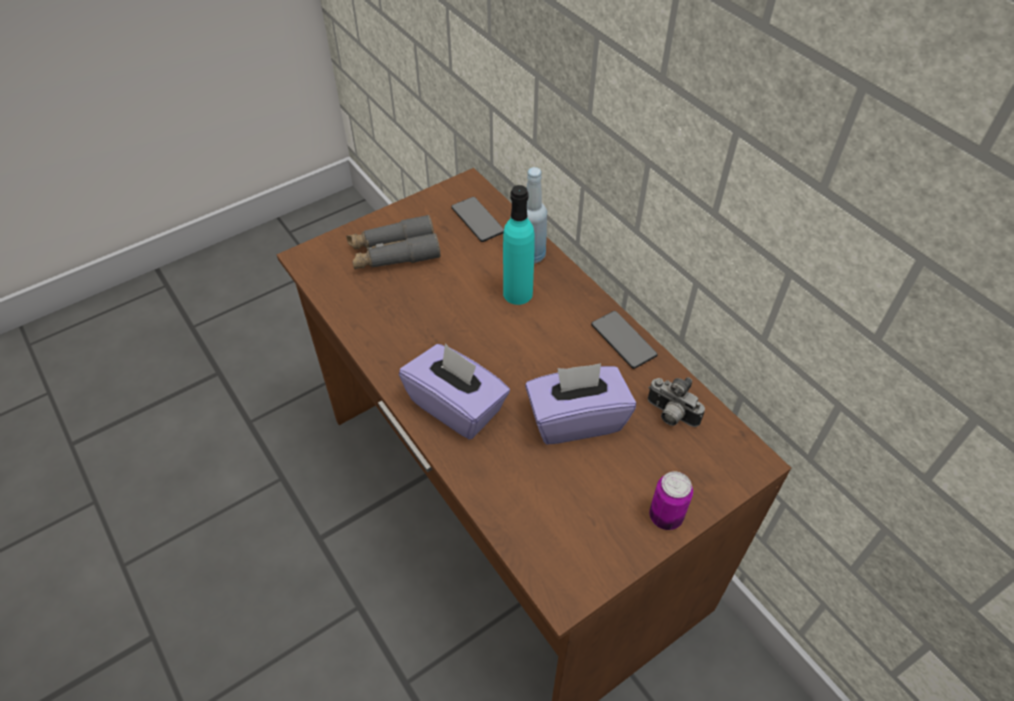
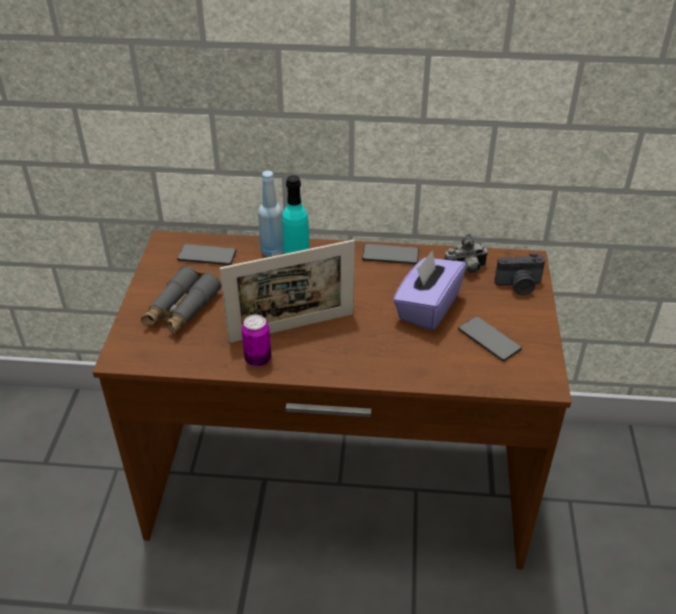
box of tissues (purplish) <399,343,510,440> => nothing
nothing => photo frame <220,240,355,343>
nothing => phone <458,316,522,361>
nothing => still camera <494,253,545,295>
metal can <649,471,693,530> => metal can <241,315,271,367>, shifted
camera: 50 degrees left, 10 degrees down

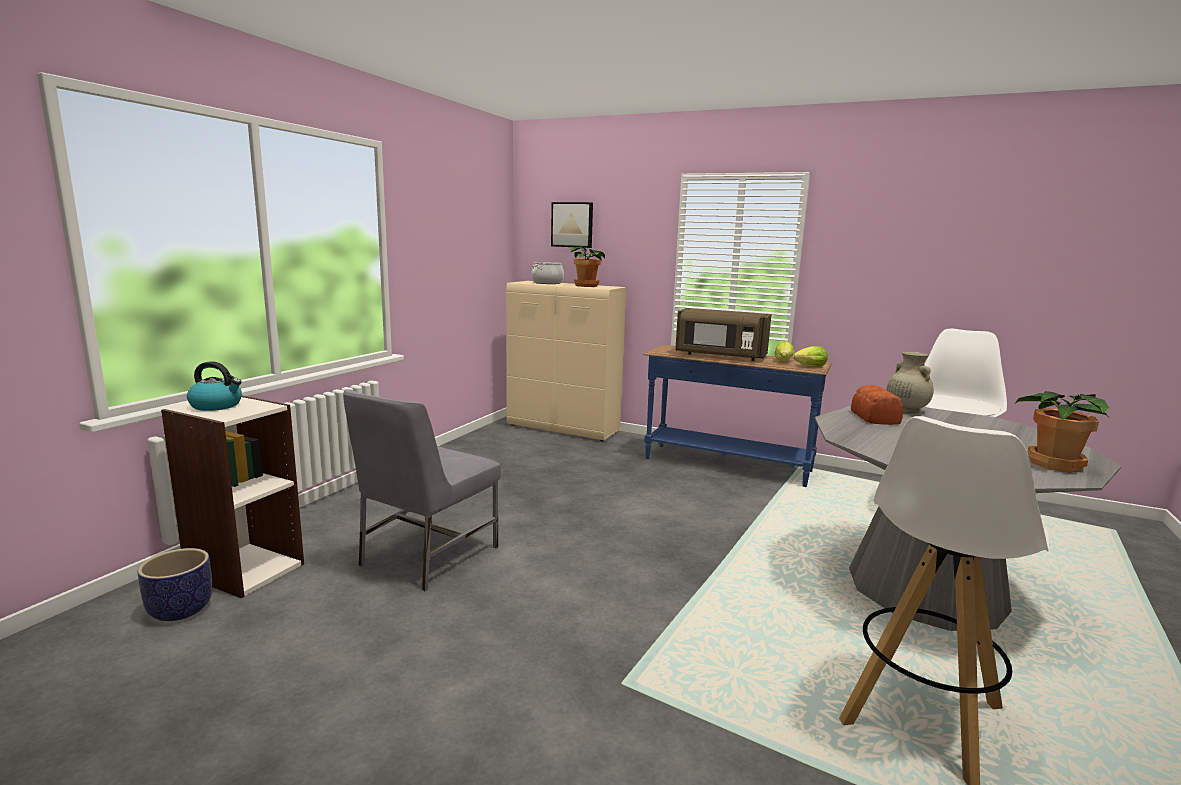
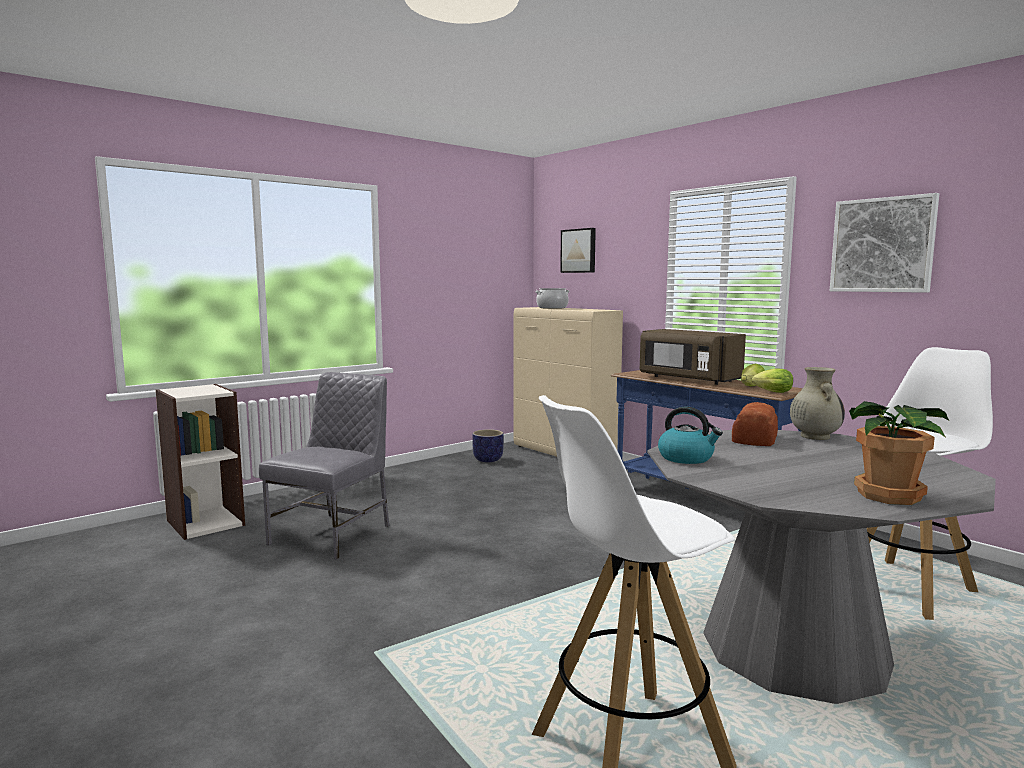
plant in a pot <571,247,605,287> => nothing
nothing => wall art <830,193,939,293>
planter <138,548,212,621> => planter <472,429,504,462>, shifted
water kettle <187,361,242,411> => water kettle <658,407,723,464>, shifted
chair (grey) <343,389,501,591> => chair (grey) <259,372,390,560>, 150 degrees clockwise
camera: 25 degrees right, 5 degrees down

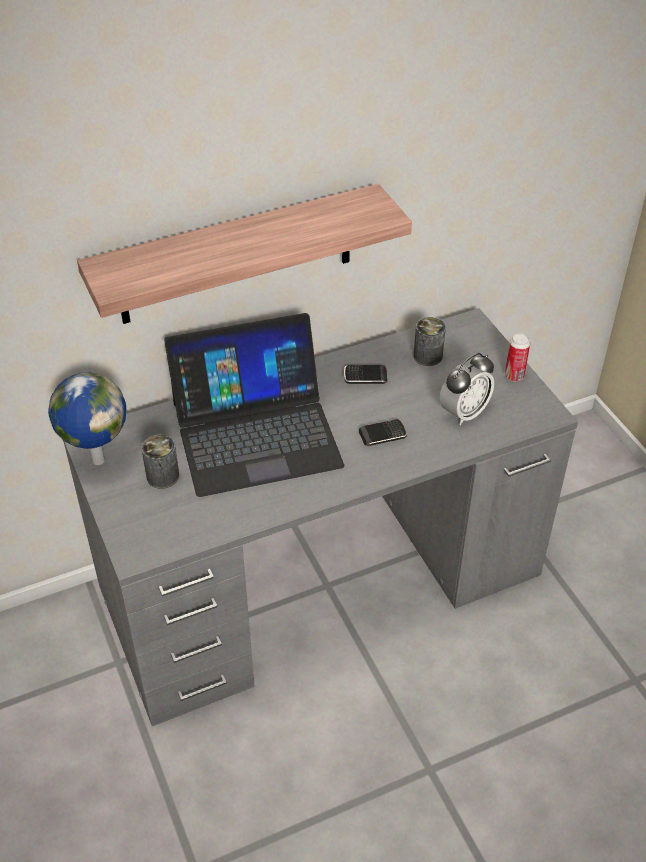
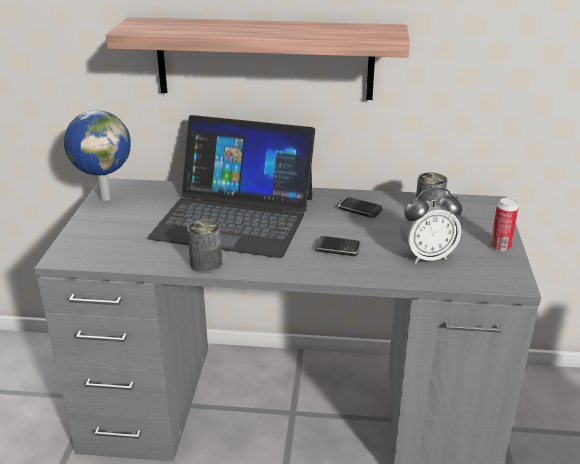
metal can <142,435,179,489> => metal can <187,219,222,273>, shifted
camera: 30 degrees right, 15 degrees down

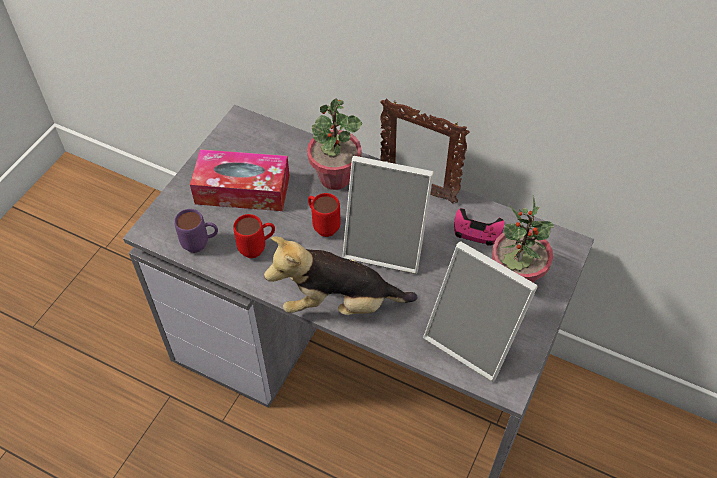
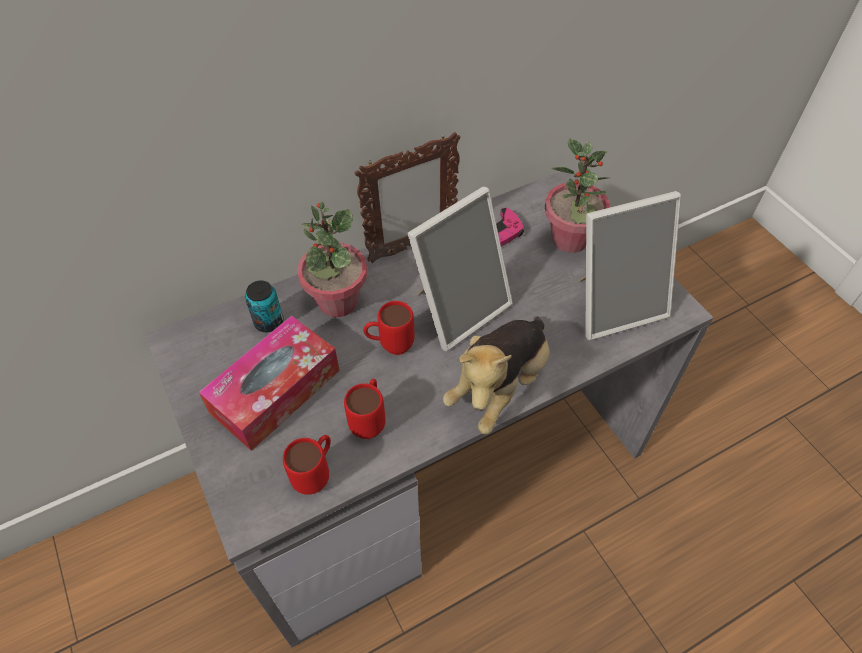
nothing => metal can <245,281,283,332>
tea mug (purplish) <174,209,218,253> => tea mug (red-coloured) <283,435,331,495>
camera: 55 degrees left, 0 degrees up

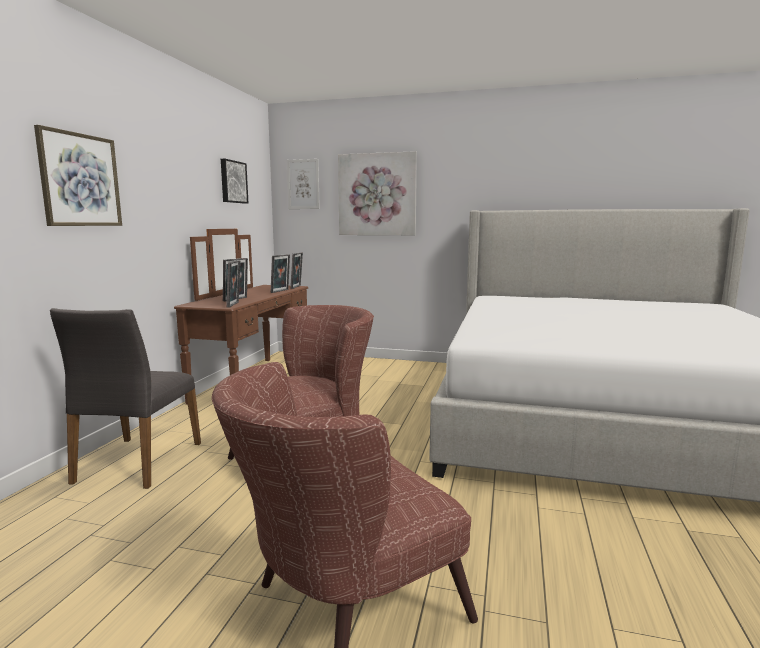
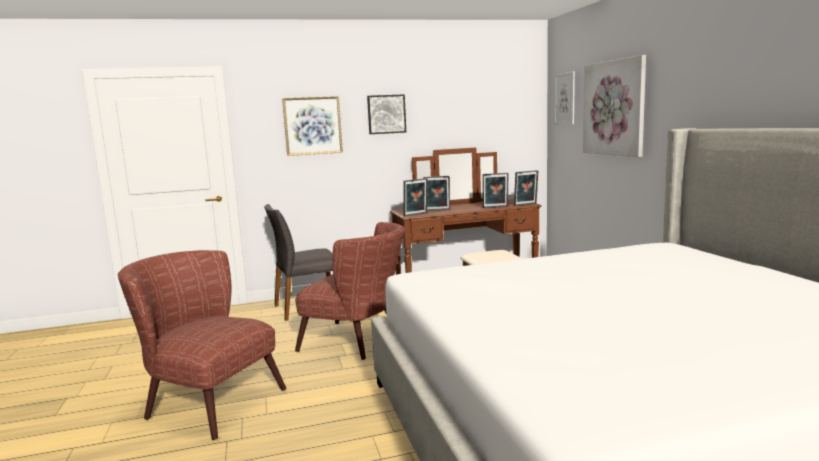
wall art <221,159,248,204> => wall art <367,94,406,134>, shifted
camera: 60 degrees right, 0 degrees up

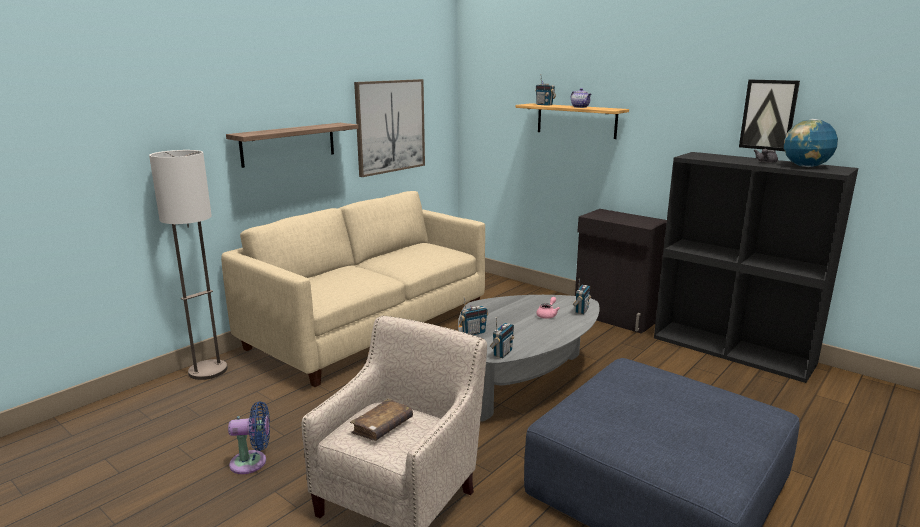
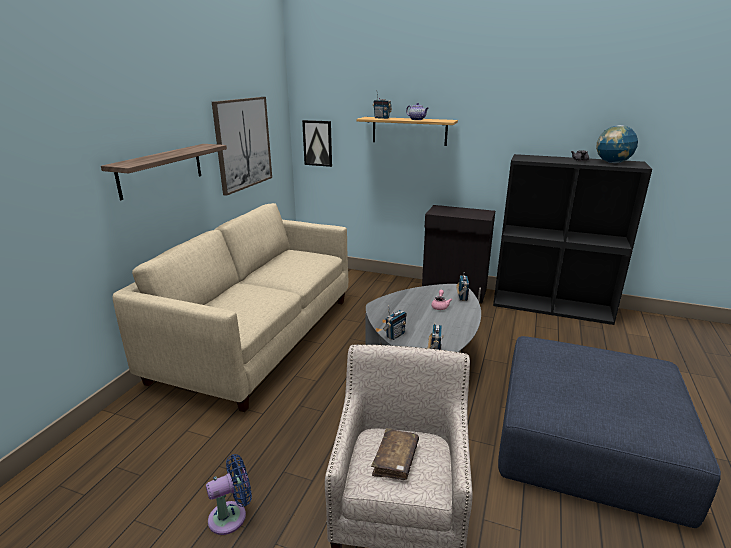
floor lamp <149,150,228,380> => nothing
wall art <739,80,800,151> => wall art <302,120,332,167>, shifted
camera: 20 degrees left, 5 degrees up

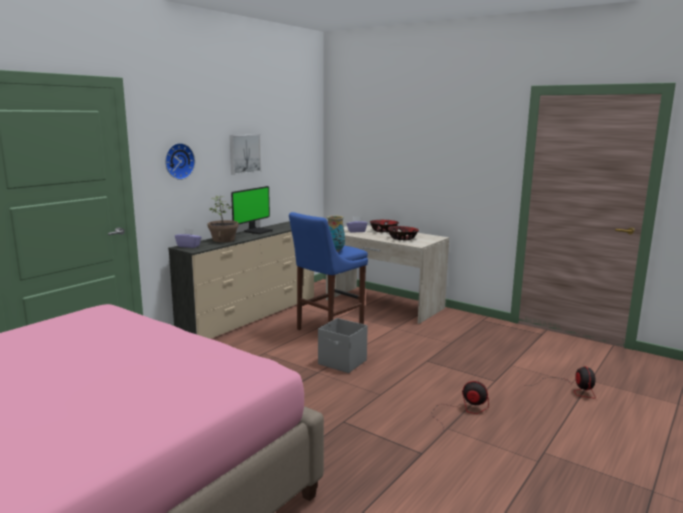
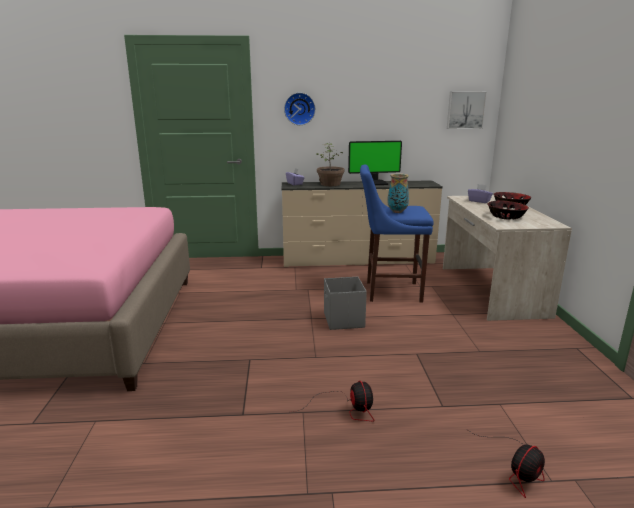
wall art <229,135,261,175> => wall art <447,91,487,129>, shifted
camera: 50 degrees right, 5 degrees up

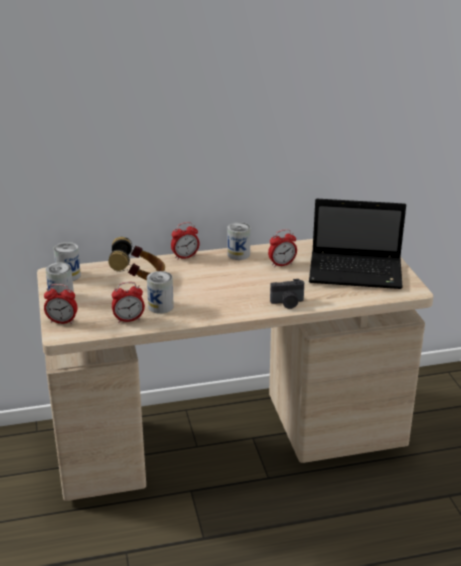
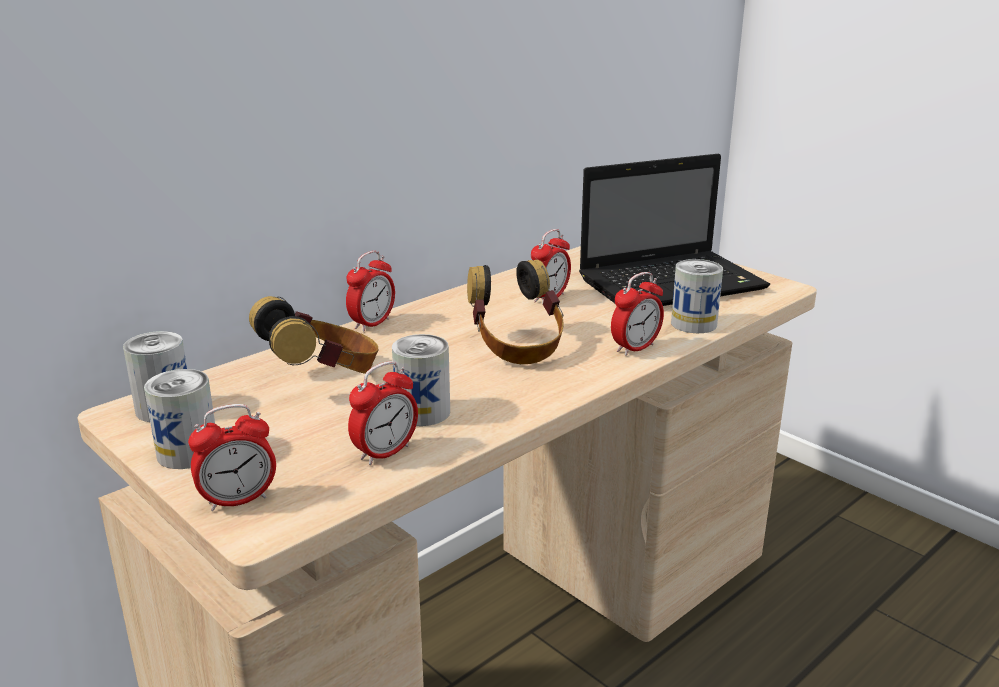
nothing => headphones <467,259,564,364>
metal can <227,222,251,260> => metal can <671,259,723,333>, shifted
still camera <270,279,304,309> => table clock <611,272,664,356>
camera: 30 degrees left, 5 degrees down

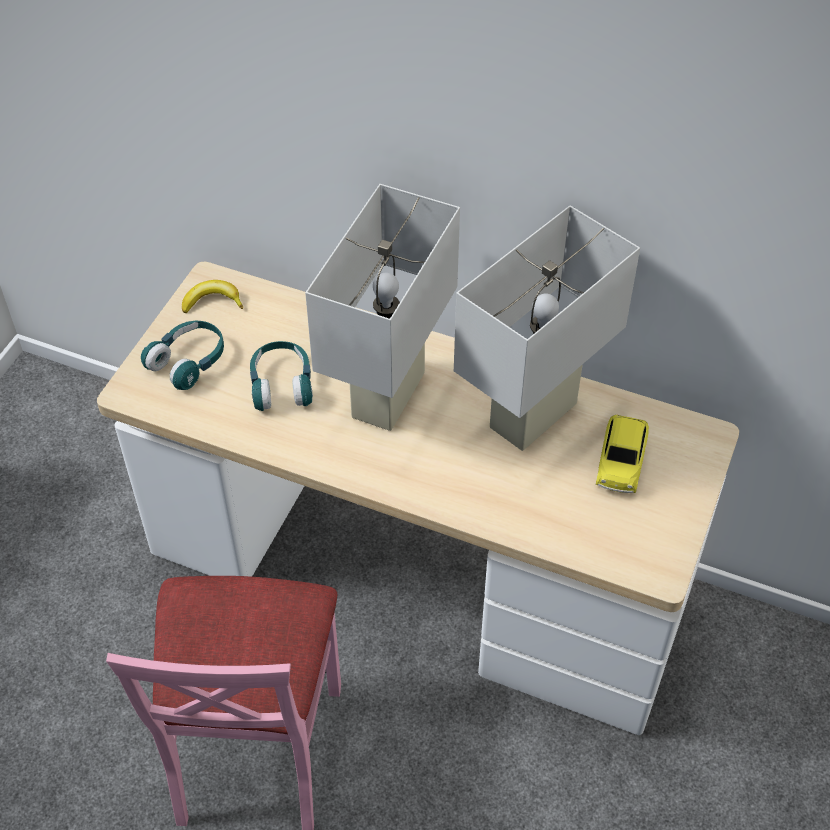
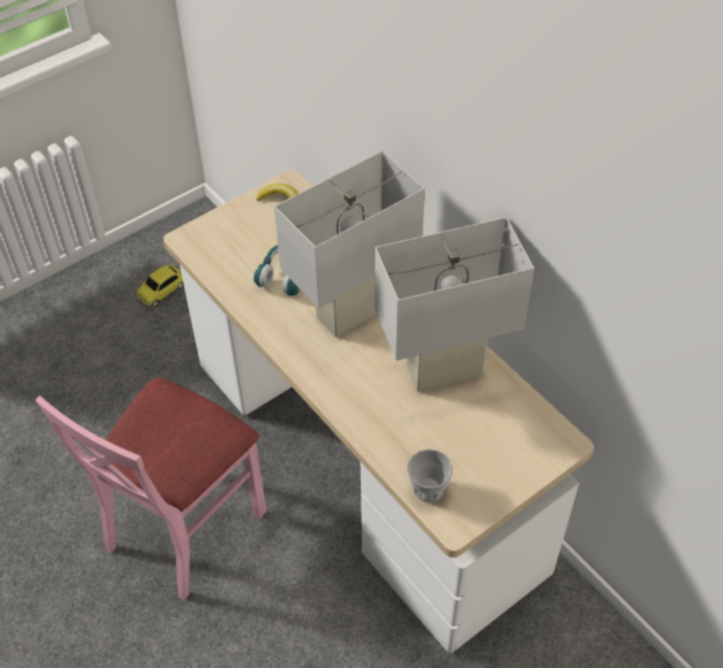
headphones (turquoise) <141,321,224,390> => nothing
nothing => small cup <407,449,453,502>
model car <596,414,649,493> => model car <136,265,184,307>, shifted
camera: 30 degrees right, 0 degrees up

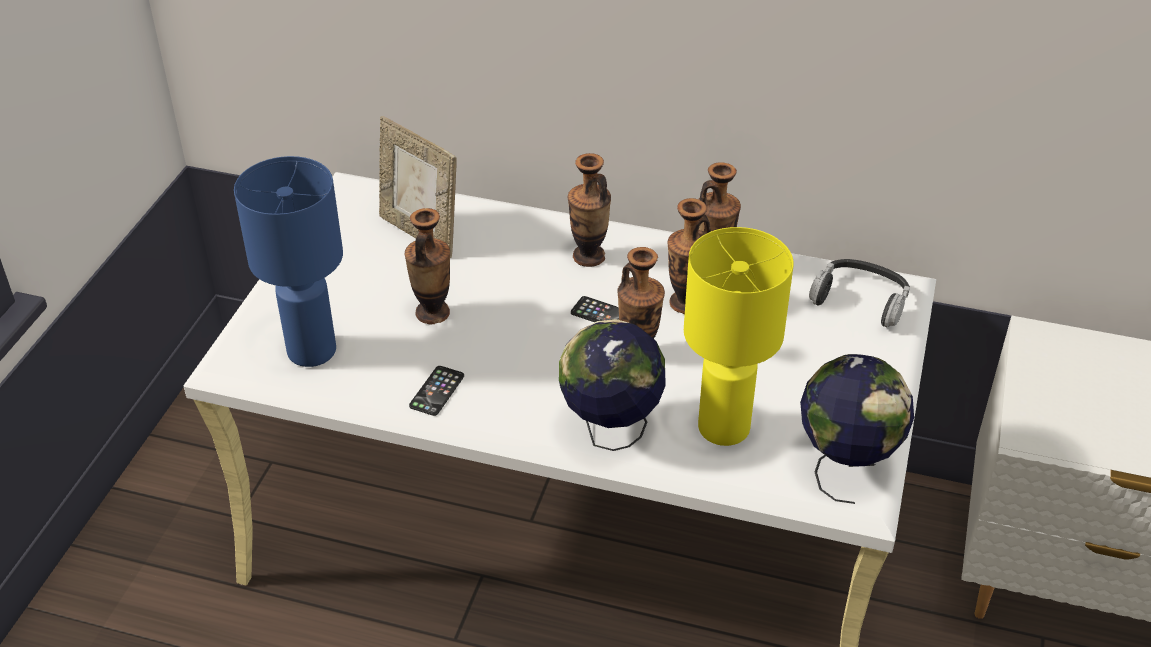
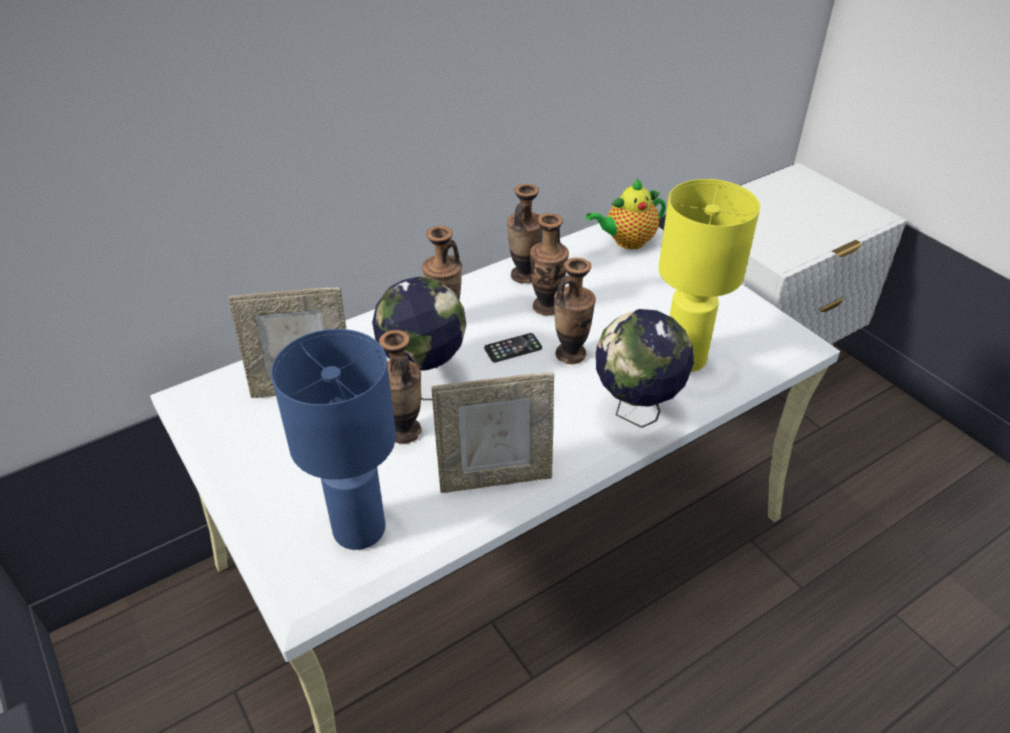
world globe <800,354,914,504> => world globe <372,277,466,400>, shifted
phone <409,366,464,416> => photo frame <431,372,554,493>
headphones <809,259,910,328> => teapot <586,178,666,249>
camera: 50 degrees left, 0 degrees up

